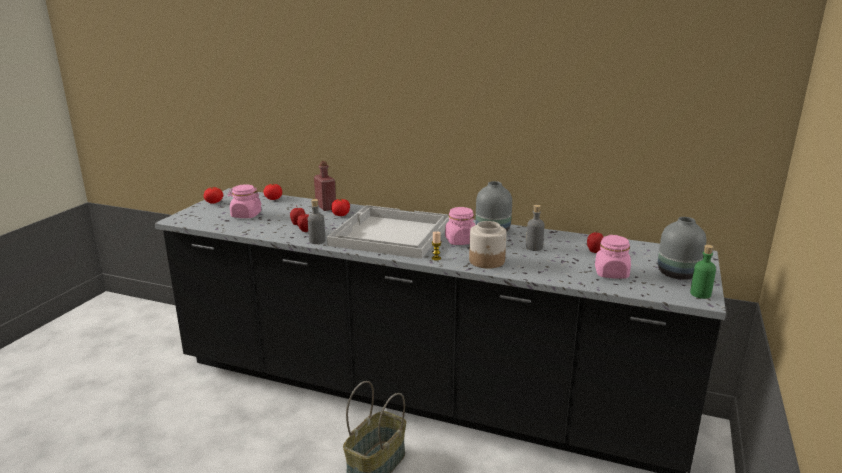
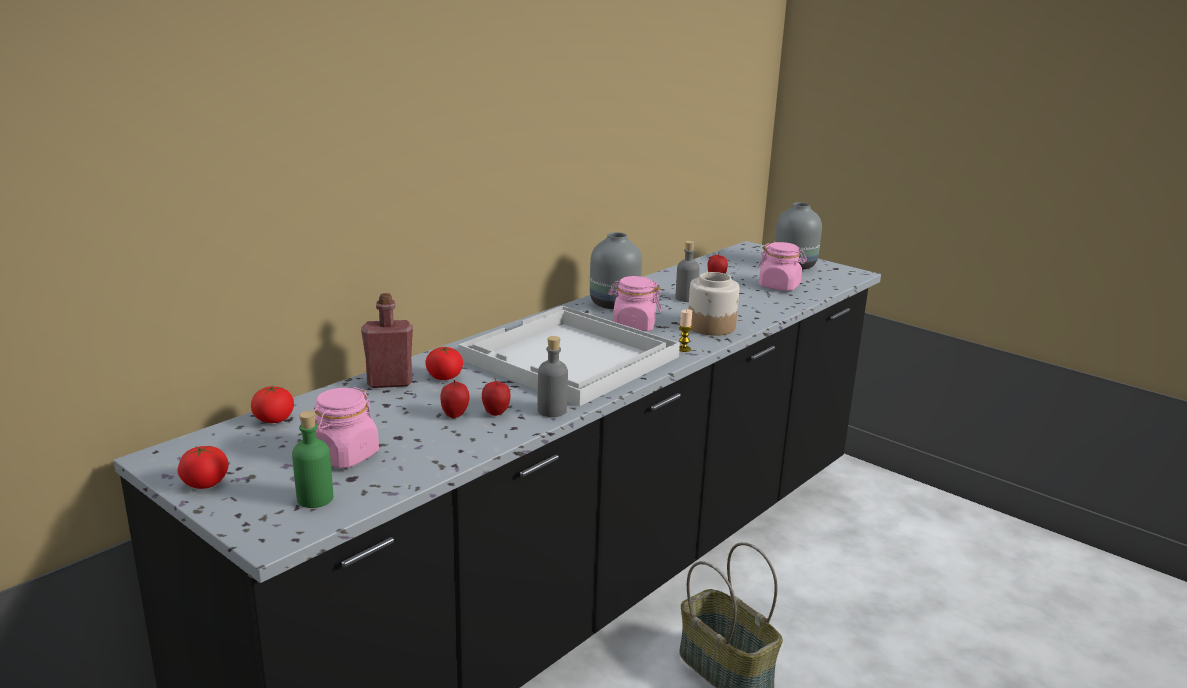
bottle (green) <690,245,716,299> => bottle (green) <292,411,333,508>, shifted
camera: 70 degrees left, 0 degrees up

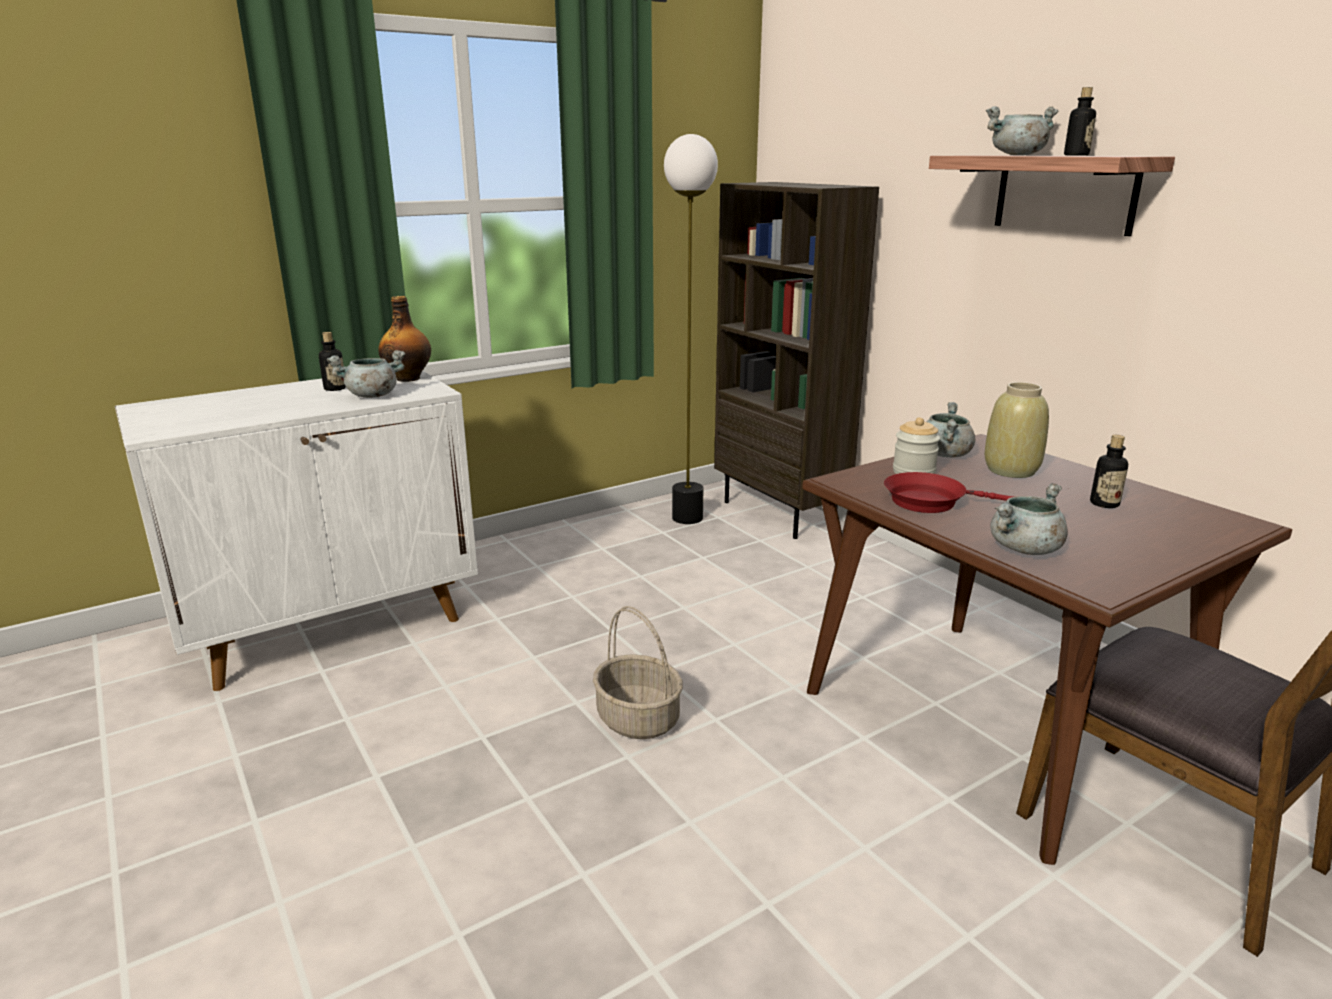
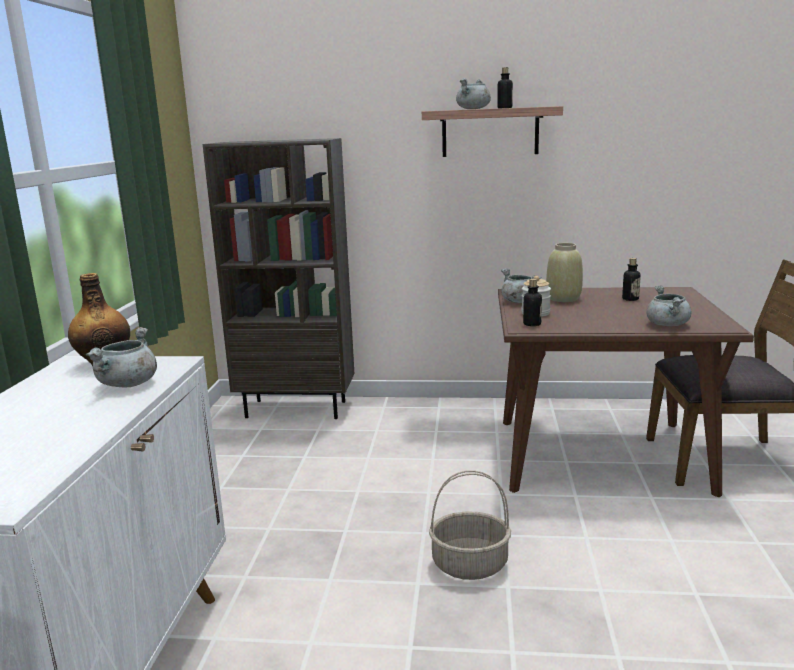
floor lamp <664,134,718,524> => nothing
frying pan (red-coloured) <884,472,1015,513> => nothing
bottle <319,332,346,391> => bottle <523,279,542,326>, shifted
camera: 50 degrees left, 5 degrees down

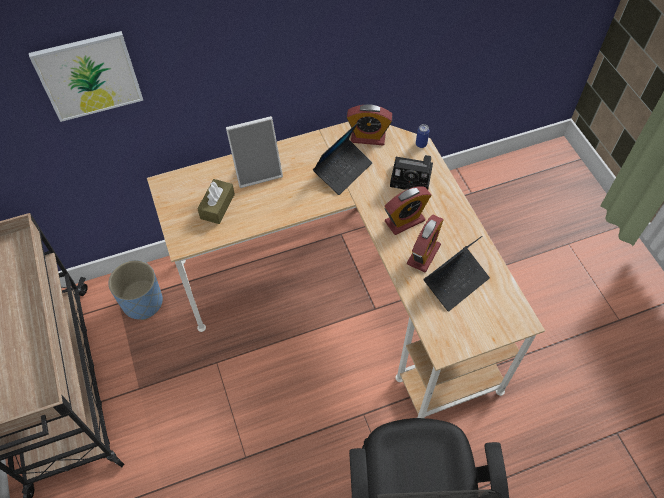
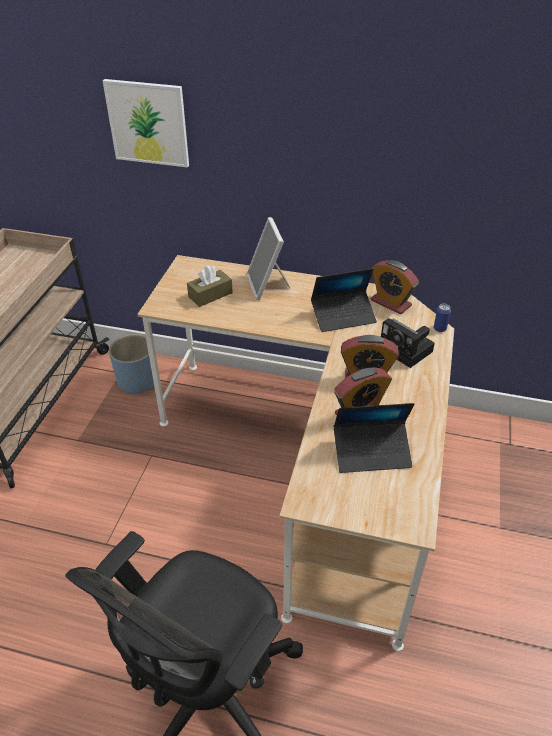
photo frame <226,116,283,188> => photo frame <247,217,290,300>, 60 degrees clockwise
camera: 35 degrees right, 15 degrees down

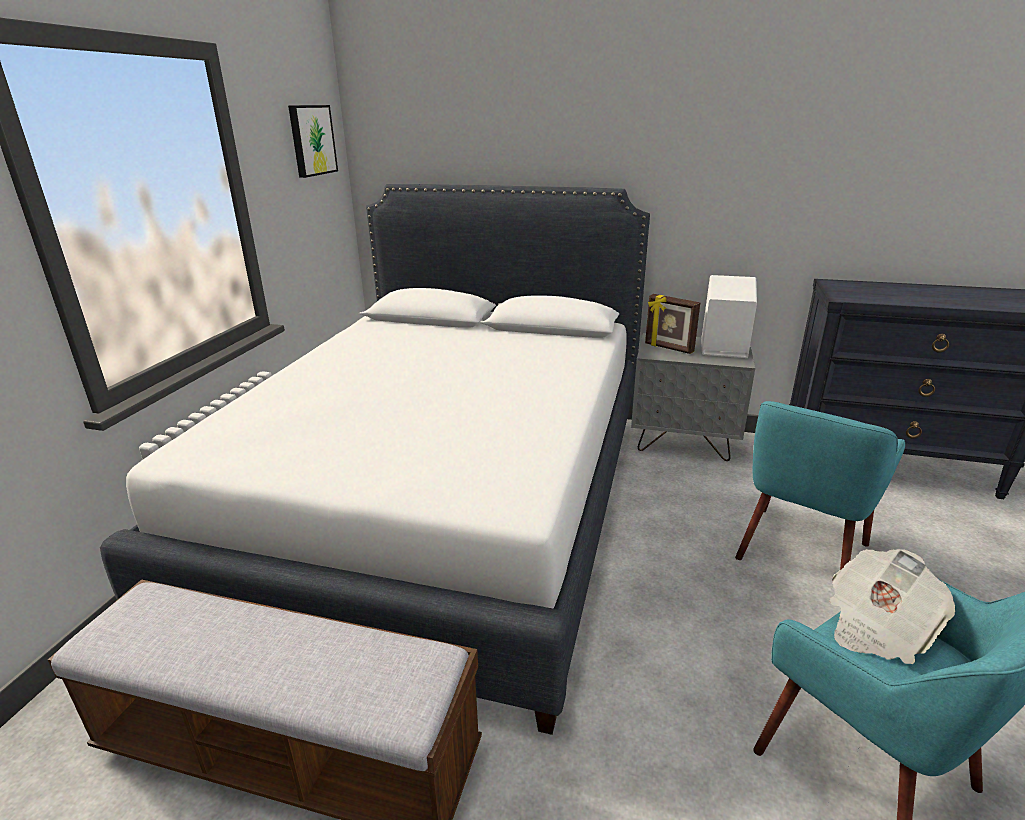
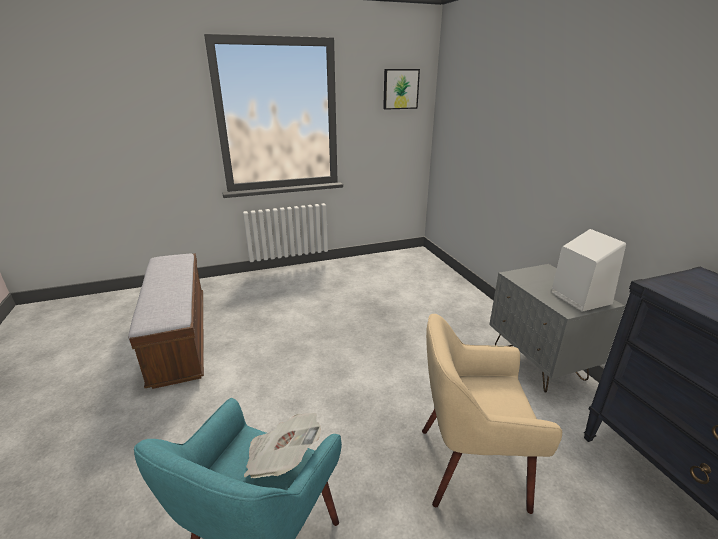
bedroom bed (white-coloured) <100,184,650,735> => nothing
photo frame <645,294,700,354> => nothing
easy chair (turquoise) <735,401,905,570> => easy chair (sand-coloured) <422,314,562,514>
camera: 55 degrees right, 0 degrees up

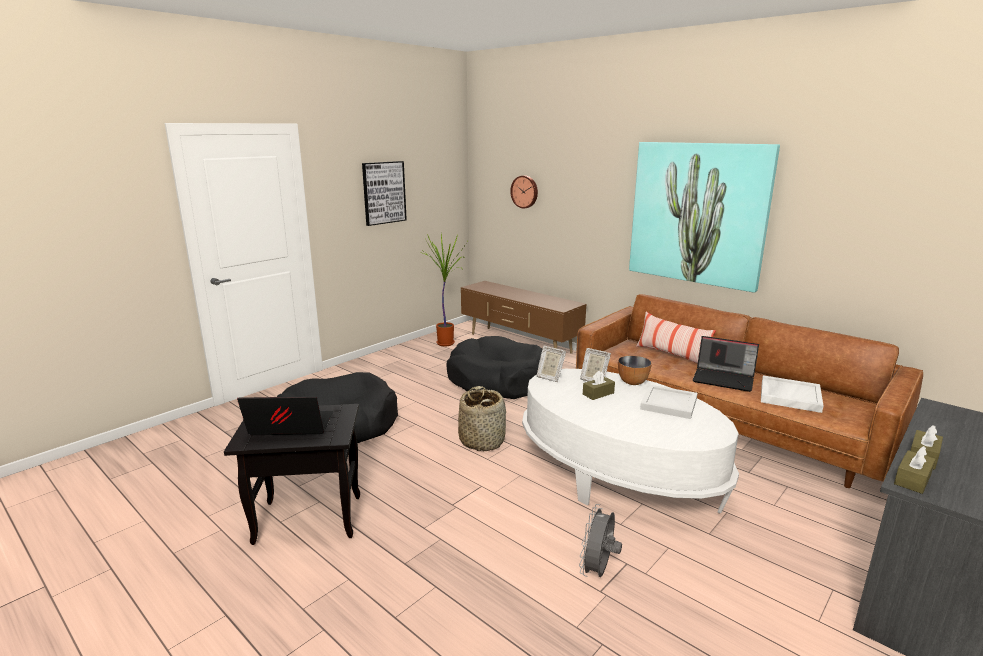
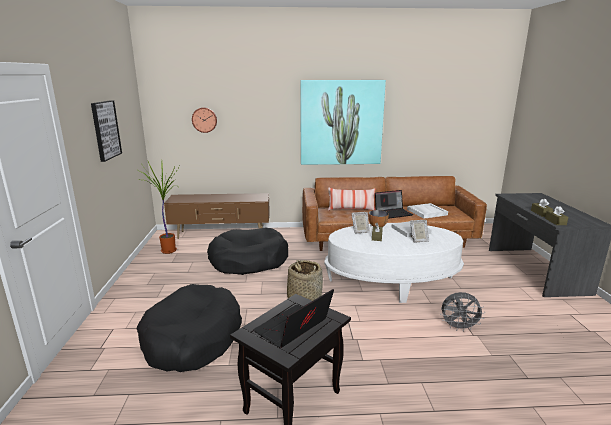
photo frame <537,346,566,382> => photo frame <410,220,429,243>, shifted
cooling fan (grey) <579,504,622,577> => cooling fan (grey) <440,292,484,332>, 60 degrees counterclockwise
camera: 45 degrees left, 0 degrees up

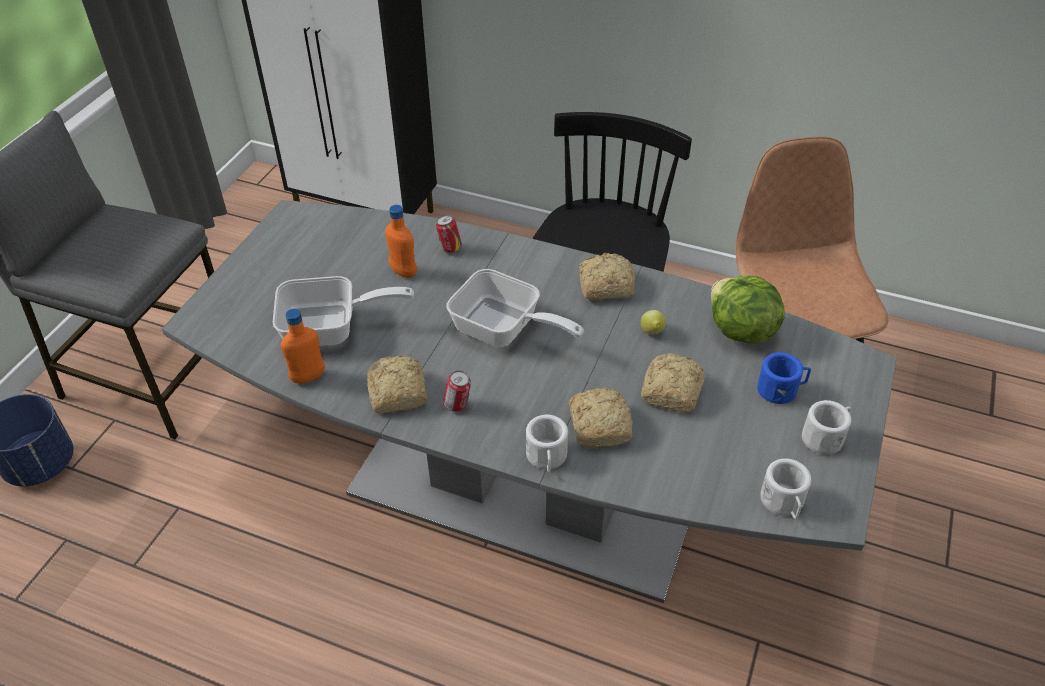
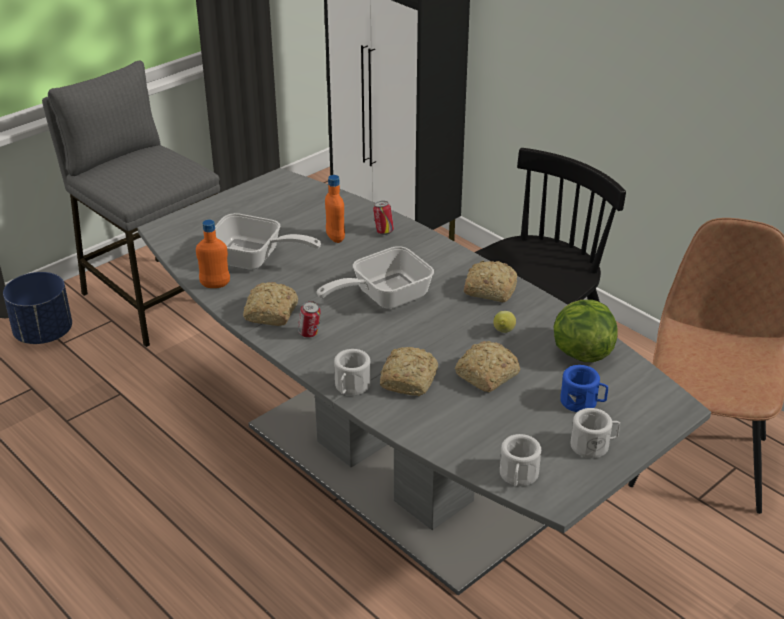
frying pan <447,269,584,347> => frying pan <317,246,434,309>, 90 degrees clockwise
camera: 25 degrees right, 10 degrees down

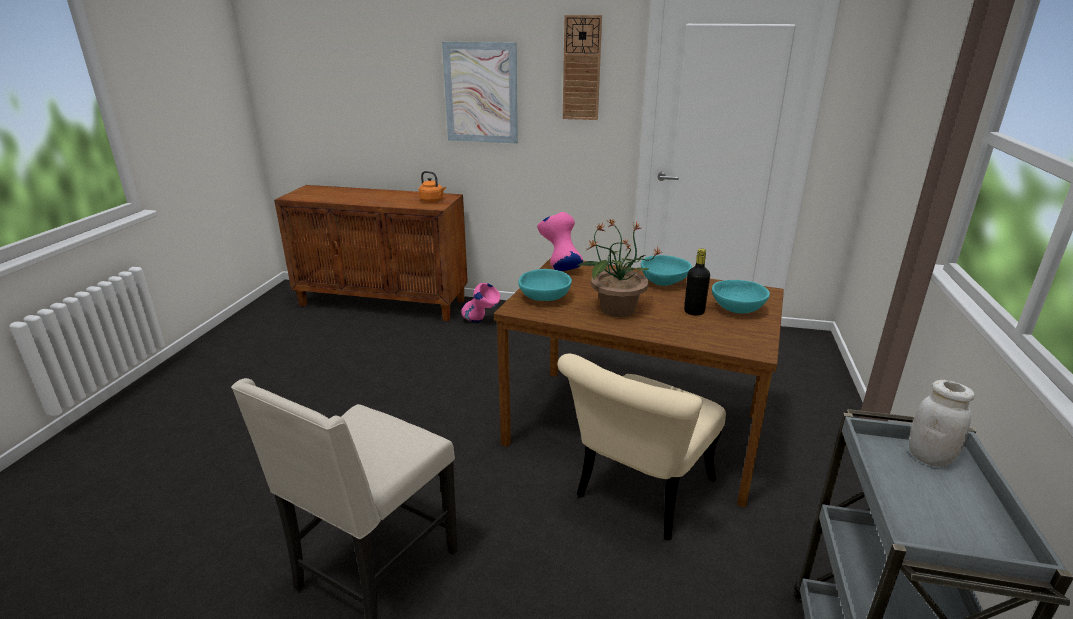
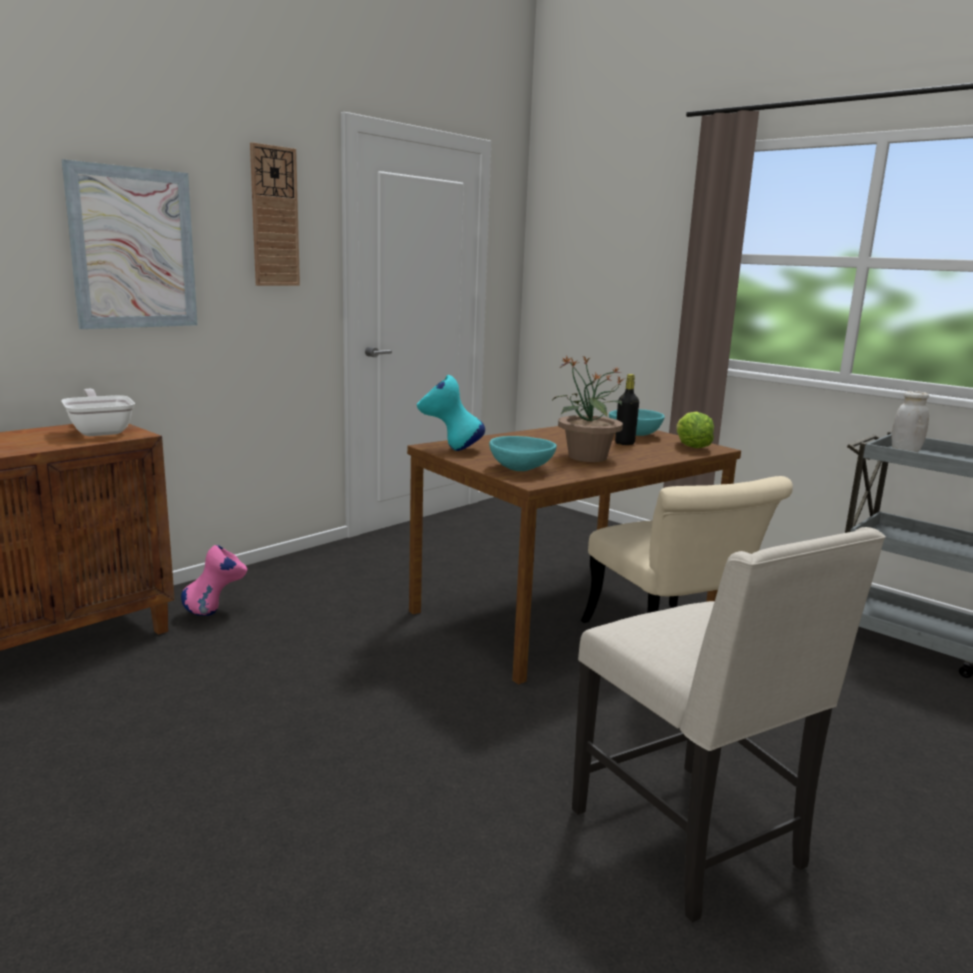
deep dish (turquoise) <641,255,692,286> => nothing
nothing => lettuce <677,412,714,448>
water kettle (orange) <418,171,446,202> => frying pan <61,389,135,436>
flower vase (pink) <537,212,583,271> => flower vase (turquoise) <417,375,485,451>
camera: 60 degrees left, 10 degrees down

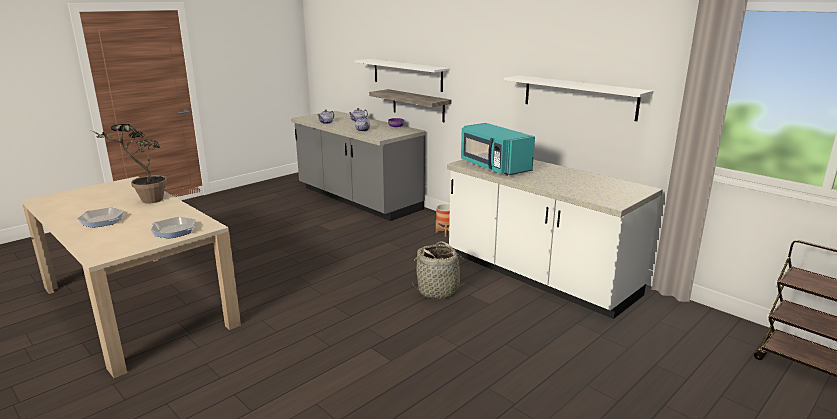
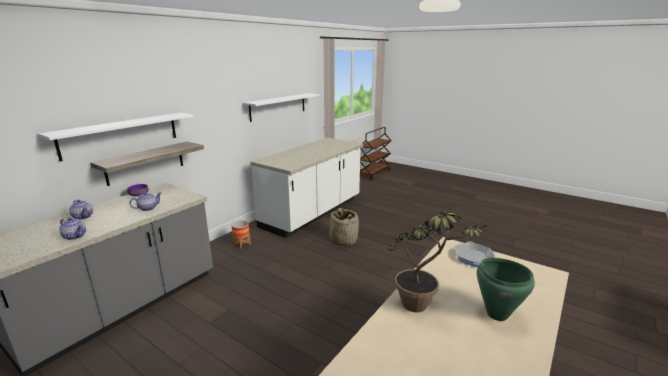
microwave oven (turquoise) <461,123,535,176> => nothing
frying pan <77,207,124,228> => saucepot (green) <477,258,535,321>
camera: 100 degrees left, 0 degrees up

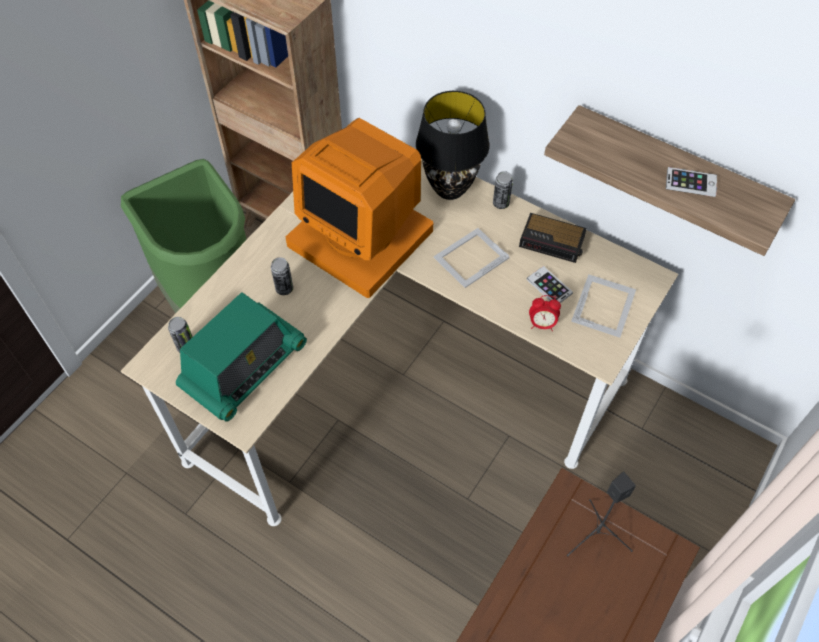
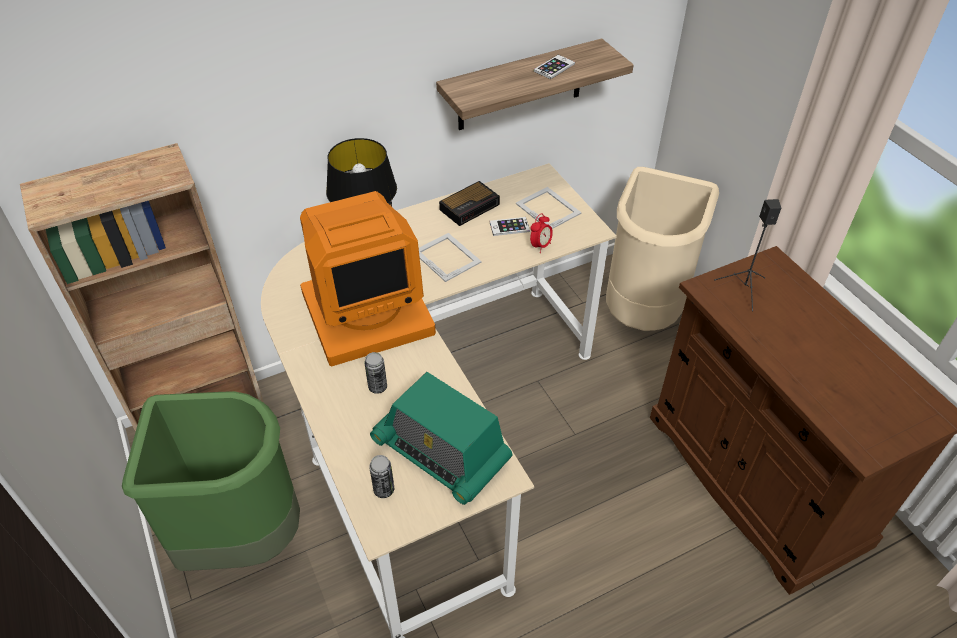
metal can <493,171,513,209> => nothing
nothing => trash can (sand-coloured) <606,167,719,331>
radio receiver <176,292,307,422> => radio receiver <370,372,512,505>, 150 degrees clockwise
photo frame <434,228,510,288> => photo frame <419,233,482,282>, 150 degrees clockwise
camera: 60 degrees left, 10 degrees down

